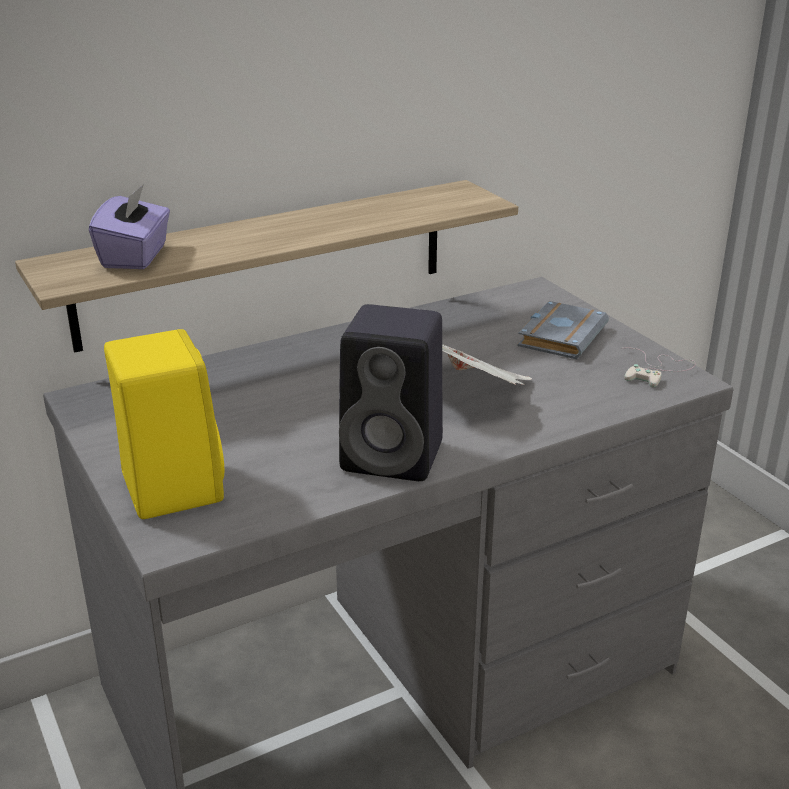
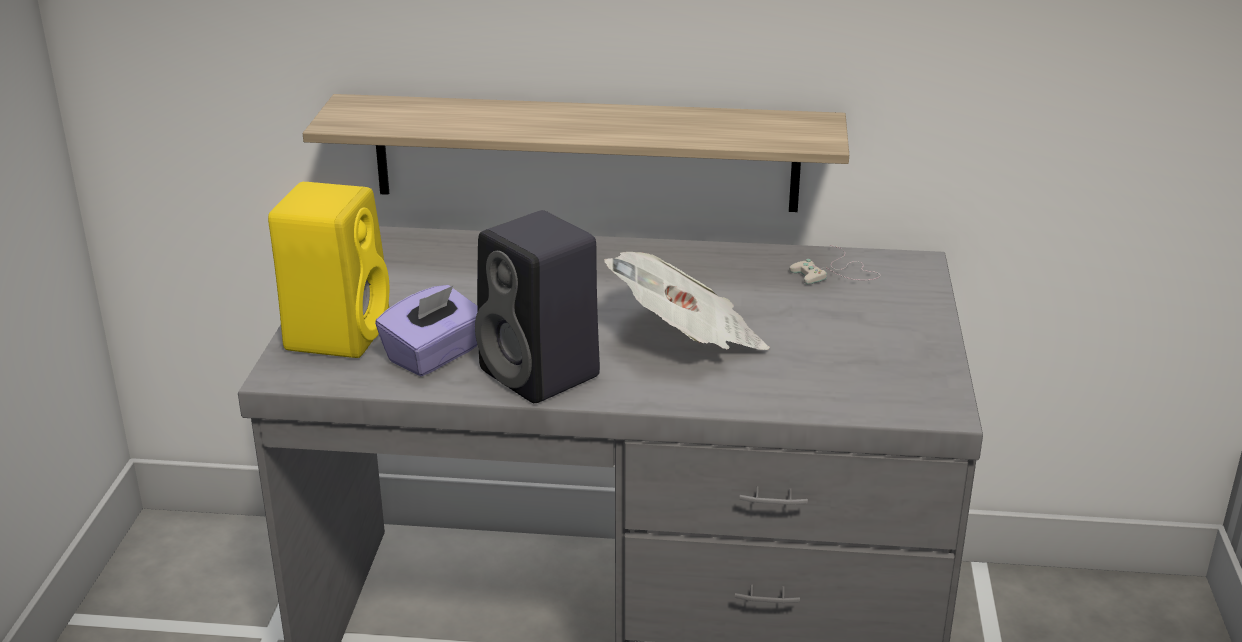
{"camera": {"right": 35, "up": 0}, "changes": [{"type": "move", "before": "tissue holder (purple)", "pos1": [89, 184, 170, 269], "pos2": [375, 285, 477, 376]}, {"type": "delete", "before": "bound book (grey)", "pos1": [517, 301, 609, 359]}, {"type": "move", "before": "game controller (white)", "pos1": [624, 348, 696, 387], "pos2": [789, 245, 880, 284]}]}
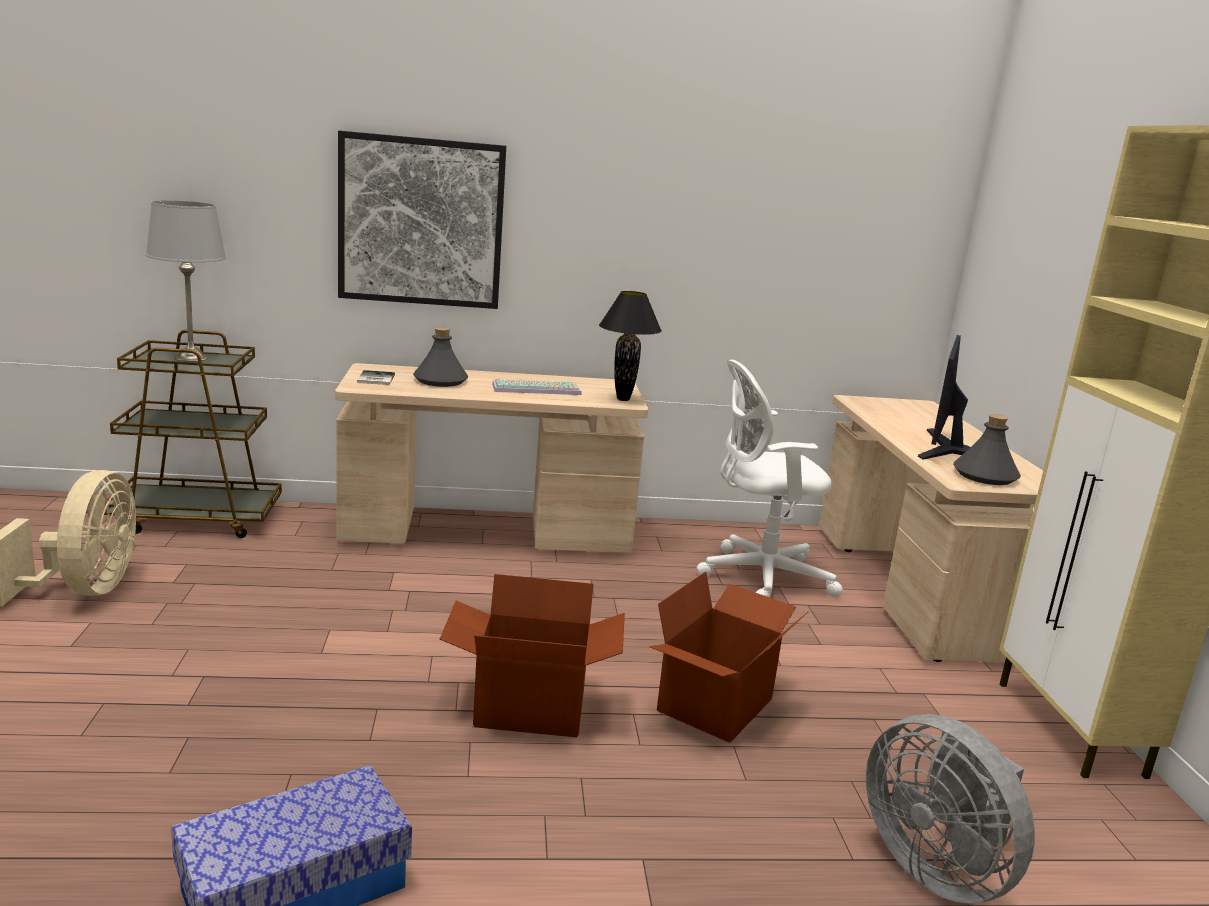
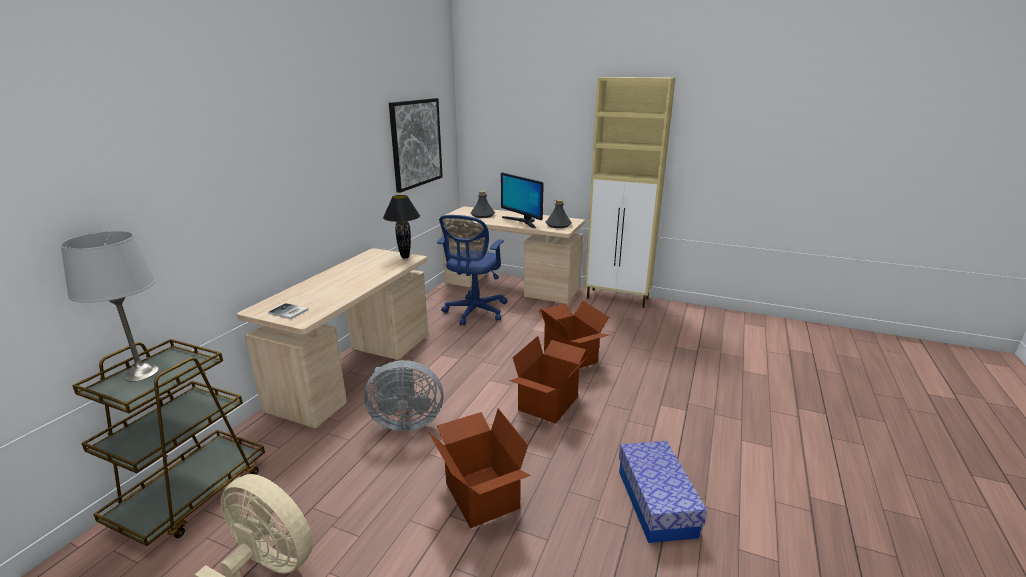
{"camera": {"right": -60, "up": 5}, "changes": [{"type": "move", "before": "picture", "pos1": [338, 131, 506, 309], "pos2": [389, 98, 443, 193]}, {"type": "move", "before": "beverage bottle (grey)", "pos1": [413, 327, 468, 387], "pos2": [471, 191, 495, 218]}, {"type": "delete", "before": "PC keyboard", "pos1": [492, 379, 582, 395]}, {"type": "recolor", "before": "office chair (white)", "after": "office chair (bluish)", "pos1": [697, 360, 843, 597], "pos2": [437, 215, 508, 326]}, {"type": "move", "before": "cooling fan (grey)", "pos1": [866, 714, 1035, 904], "pos2": [364, 360, 443, 431]}, {"type": "insert", "after": "carton", "pos2": [428, 408, 531, 529]}]}
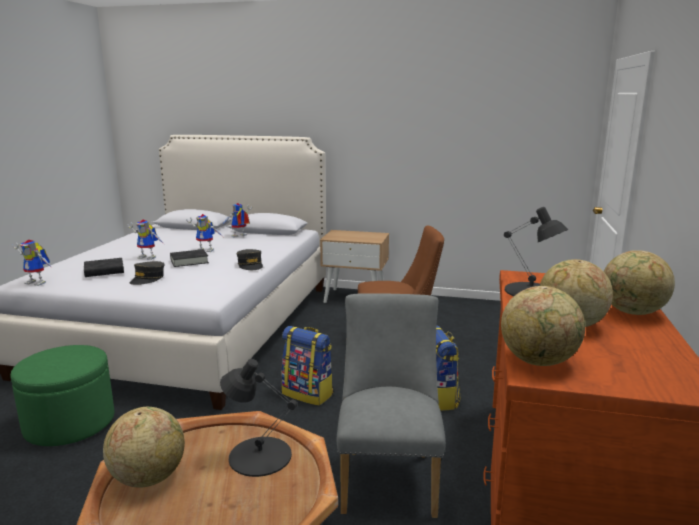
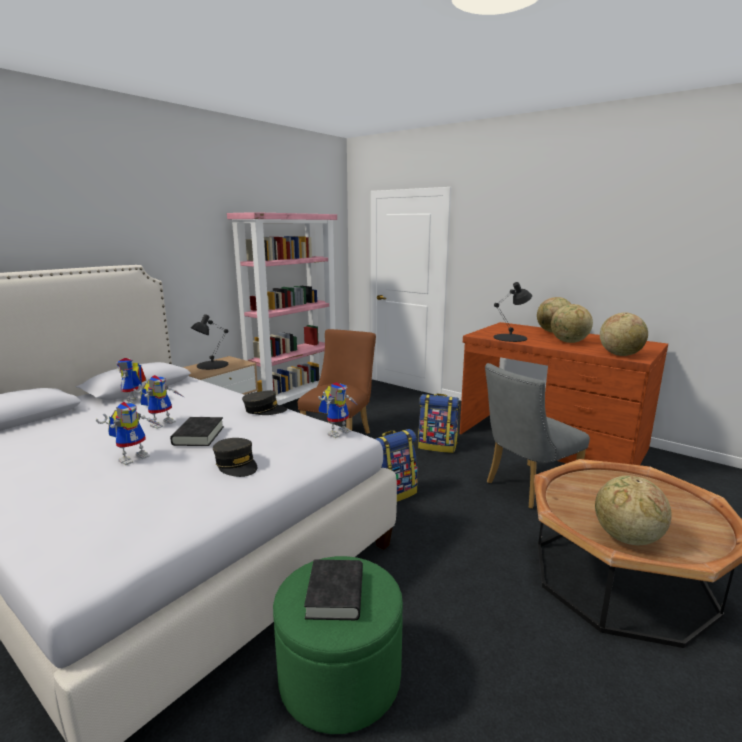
{"camera": {"right": -65, "up": 0}, "changes": [{"type": "move", "before": "model robot", "pos1": [12, 240, 53, 286], "pos2": [319, 382, 358, 438]}, {"type": "move", "before": "bound book (black)", "pos1": [84, 258, 124, 277], "pos2": [304, 560, 363, 620]}, {"type": "move", "before": "tabletop lamp (black)", "pos1": [220, 359, 297, 477], "pos2": [191, 314, 229, 370]}, {"type": "rotate", "before": "chair (grey)", "pos1": [337, 293, 446, 518], "pos2": [485, 363, 590, 509], "turn": -60}, {"type": "insert", "after": "bookcase (pink)", "pos2": [227, 212, 337, 405]}]}
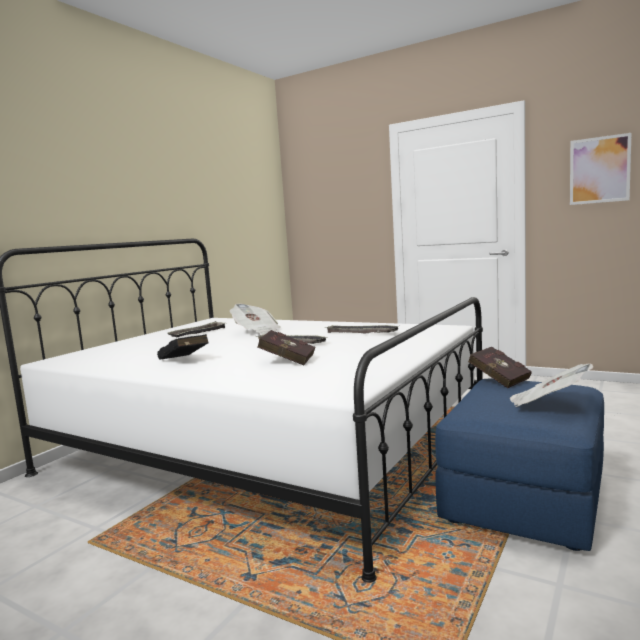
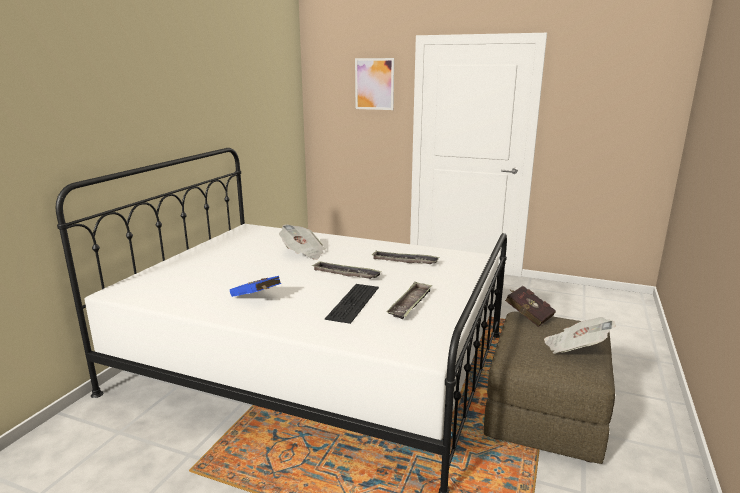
{"camera": {"right": -10, "up": 10}, "changes": [{"type": "recolor", "before": "bound book (black)", "after": "bound book (bluish)", "pos1": [157, 334, 209, 360], "pos2": [230, 276, 281, 297]}, {"type": "move", "before": "tray", "pos1": [168, 321, 225, 337], "pos2": [386, 281, 432, 319]}, {"type": "replace", "before": "bound book (reddish)", "after": "PC keyboard", "pos1": [257, 330, 315, 365], "pos2": [325, 284, 379, 324]}, {"type": "recolor", "before": "ottoman (bluish)", "after": "ottoman (brown)", "pos1": [435, 379, 604, 551], "pos2": [484, 312, 615, 464]}, {"type": "move", "before": "picture", "pos1": [570, 133, 632, 205], "pos2": [355, 58, 394, 110]}]}
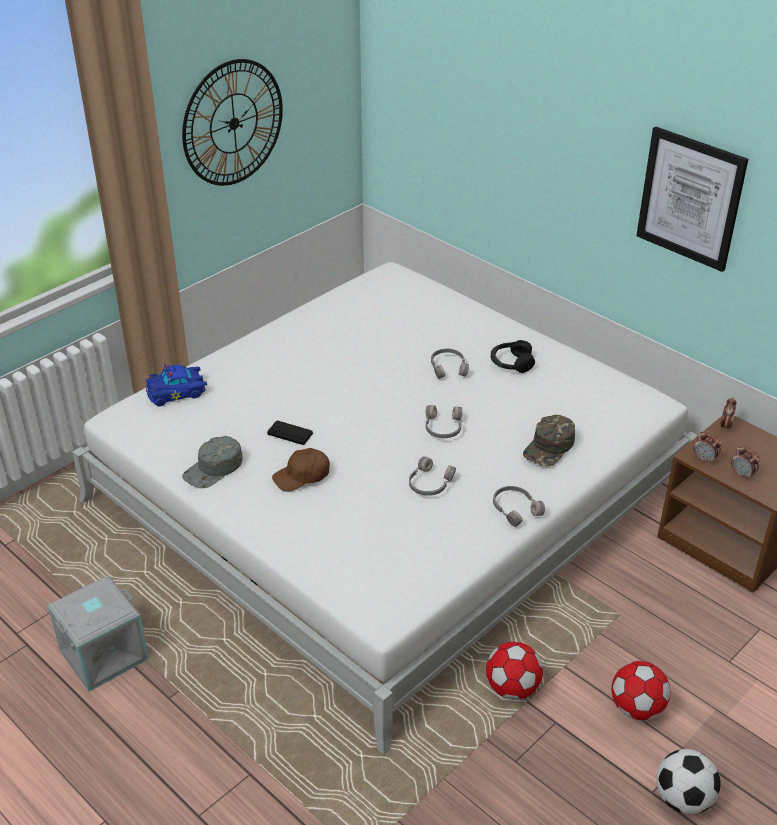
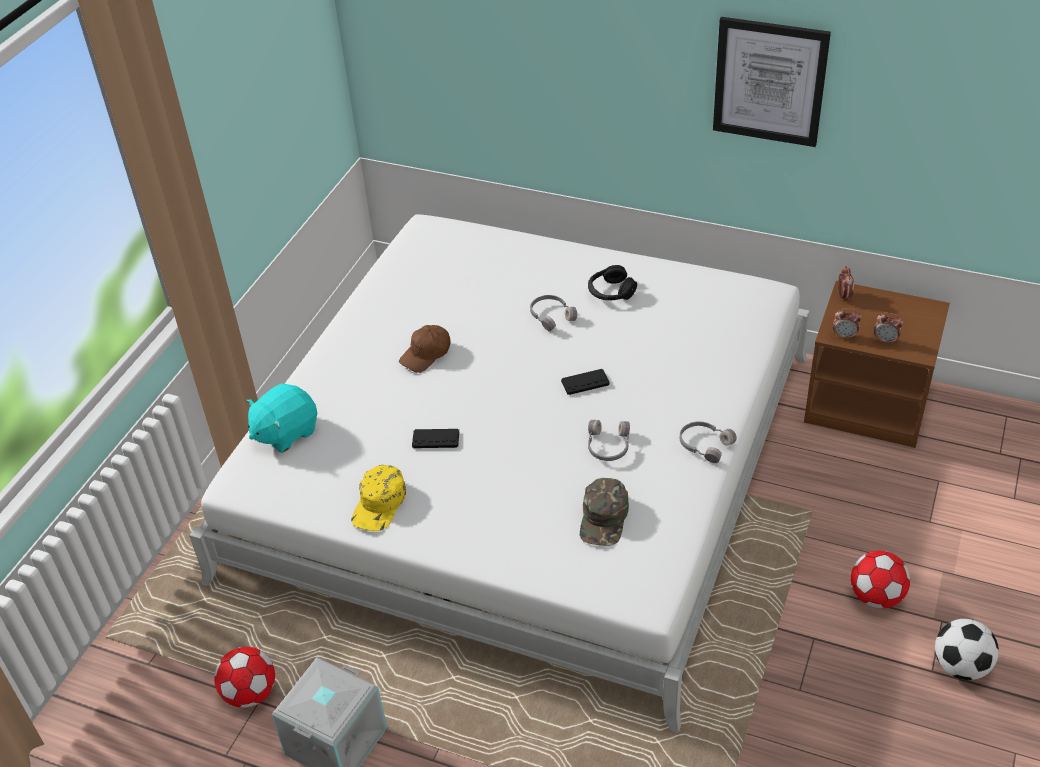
{"camera": {"right": -20, "up": 5}, "changes": [{"type": "replace", "before": "miniature car (bluish)", "after": "plush toy (turquoise)", "pos1": [145, 364, 207, 407], "pos2": [246, 383, 317, 453]}, {"type": "delete", "before": "wall clock", "pos1": [182, 59, 283, 186]}, {"type": "recolor", "before": "baseball cap (grey)", "after": "baseball cap (yellow)", "pos1": [182, 436, 242, 488], "pos2": [351, 465, 406, 531]}, {"type": "move", "before": "baseball cap (brown)", "pos1": [272, 448, 330, 492], "pos2": [399, 325, 451, 373]}, {"type": "replace", "before": "headphones (grey)", "after": "game controller (black)", "pos1": [426, 405, 463, 438], "pos2": [561, 369, 610, 395]}, {"type": "move", "before": "football ball", "pos1": [486, 642, 543, 700], "pos2": [214, 647, 275, 708]}, {"type": "move", "before": "baseball cap (green-coloured)", "pos1": [523, 415, 575, 466], "pos2": [580, 478, 629, 546]}]}
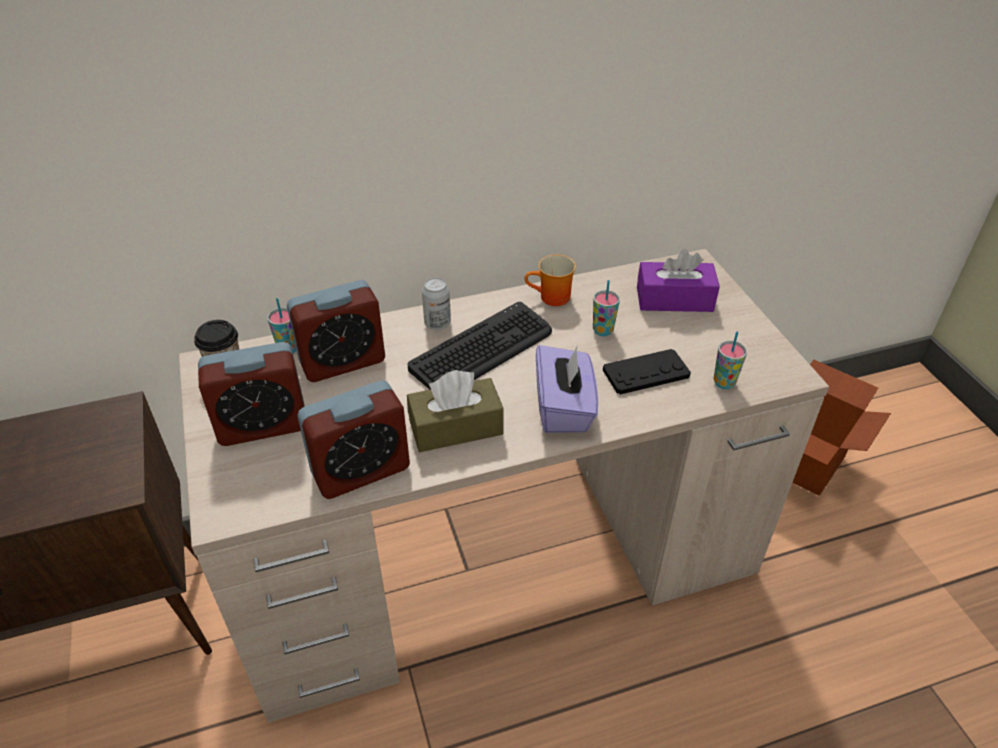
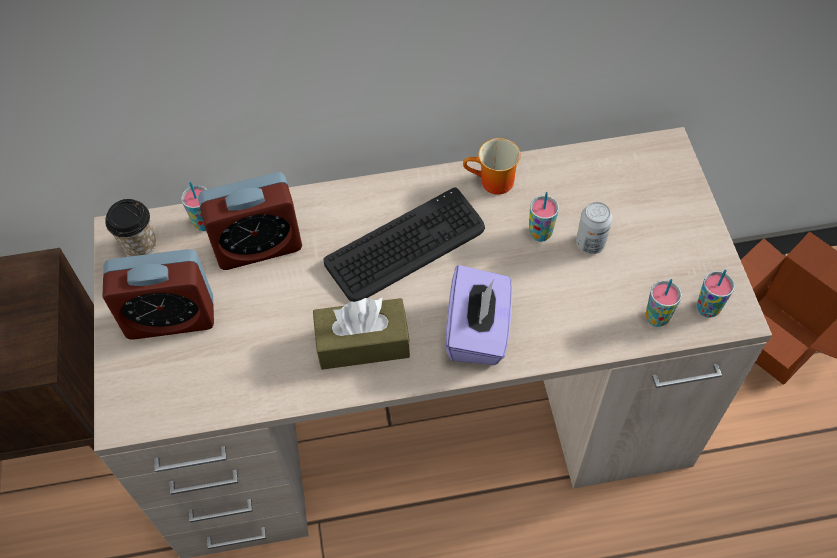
{"camera": {"right": 10, "up": 15}, "changes": [{"type": "delete", "before": "bedside clock", "pos1": [297, 381, 410, 499]}, {"type": "move", "before": "metal can", "pos1": [422, 278, 451, 330], "pos2": [576, 202, 612, 254]}, {"type": "delete", "before": "game controller (black)", "pos1": [603, 349, 691, 395]}, {"type": "delete", "before": "tissue holder (purple)", "pos1": [637, 249, 720, 312]}, {"type": "insert", "after": "drinking cup", "pos2": [697, 270, 735, 318]}]}
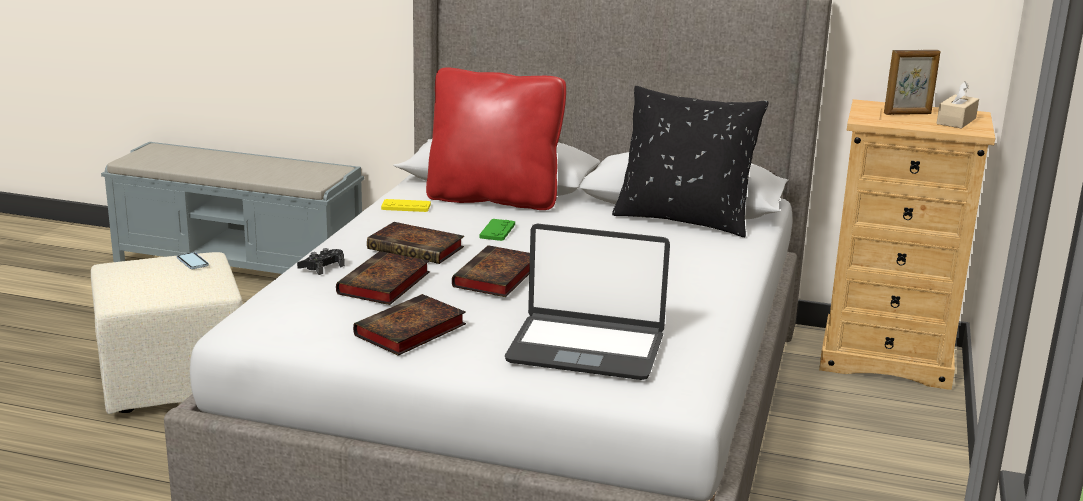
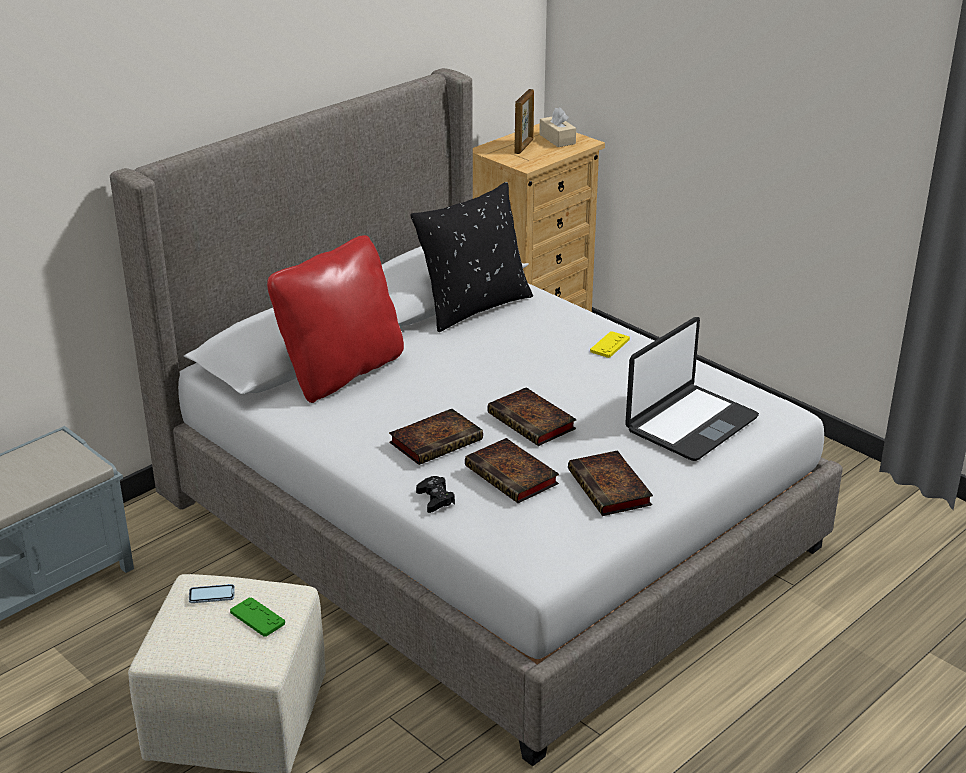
{"camera": {"right": -60, "up": 10}, "changes": [{"type": "move", "before": "game controller (yellow)", "pos1": [381, 199, 431, 212], "pos2": [590, 331, 630, 358]}, {"type": "move", "before": "game controller (green-coloured)", "pos1": [479, 219, 515, 241], "pos2": [230, 597, 285, 637]}]}
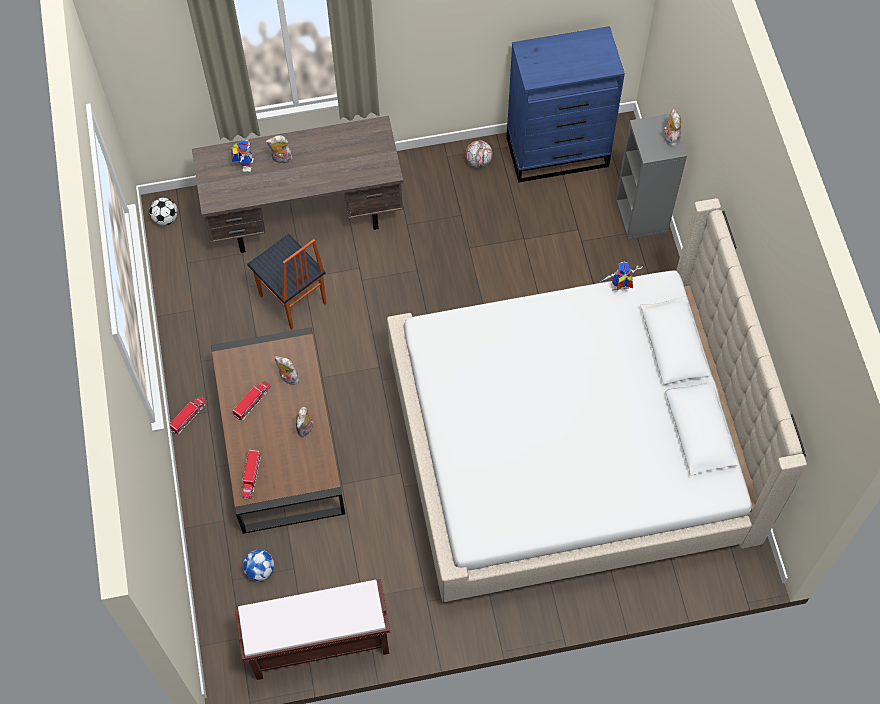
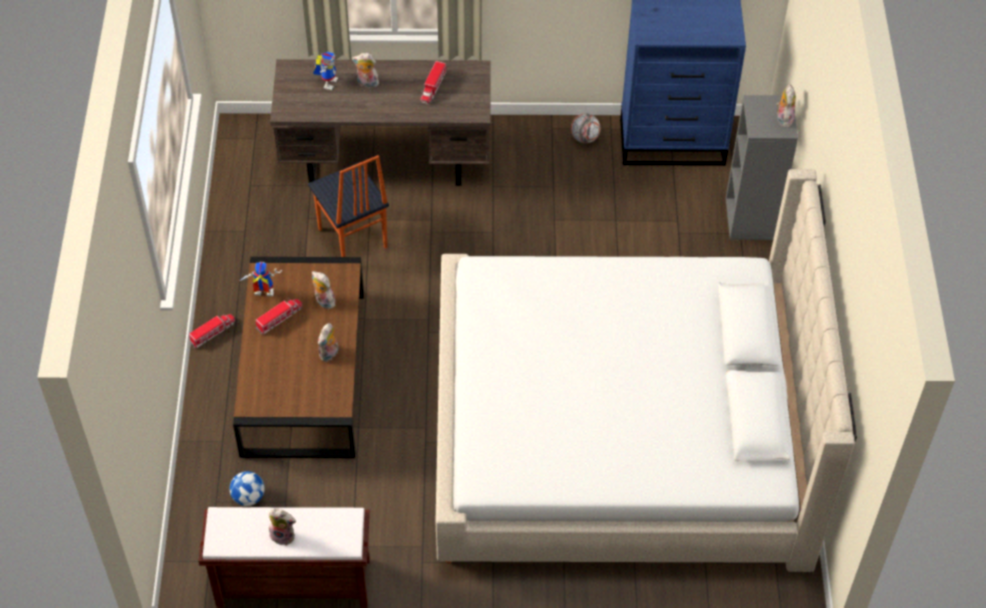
{"camera": {"right": 10, "up": -10}, "changes": [{"type": "delete", "before": "football ball", "pos1": [150, 198, 178, 225]}, {"type": "move", "before": "toy lorry", "pos1": [241, 450, 261, 499], "pos2": [420, 61, 446, 104]}, {"type": "move", "before": "model robot", "pos1": [600, 261, 643, 291], "pos2": [239, 262, 282, 296]}, {"type": "insert", "after": "plush toy", "pos2": [268, 508, 296, 545]}]}
